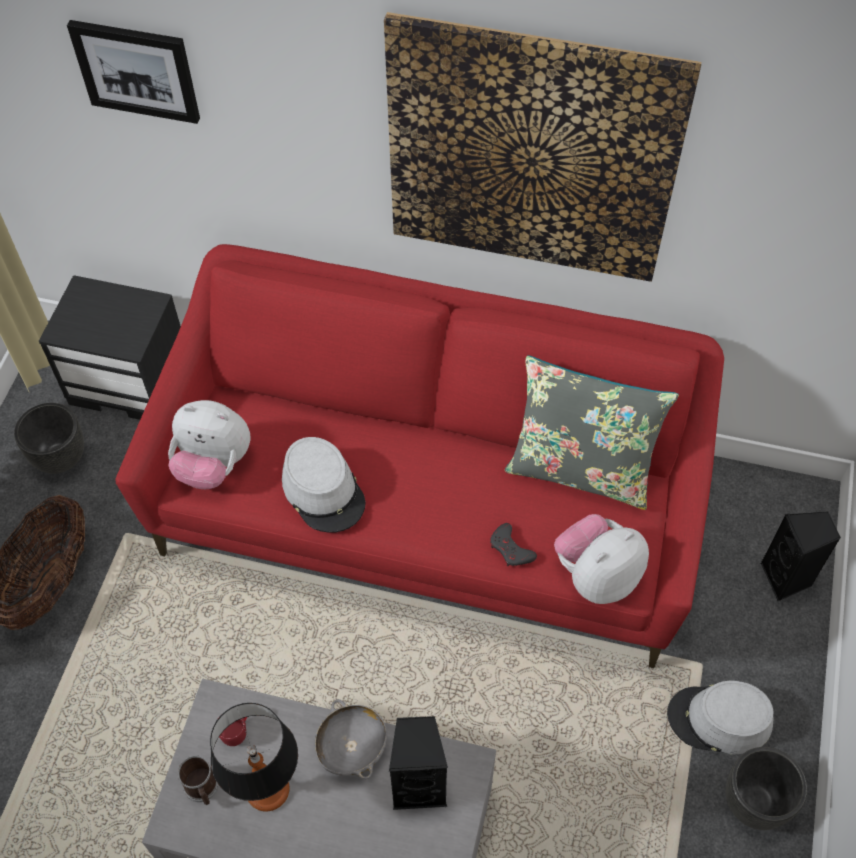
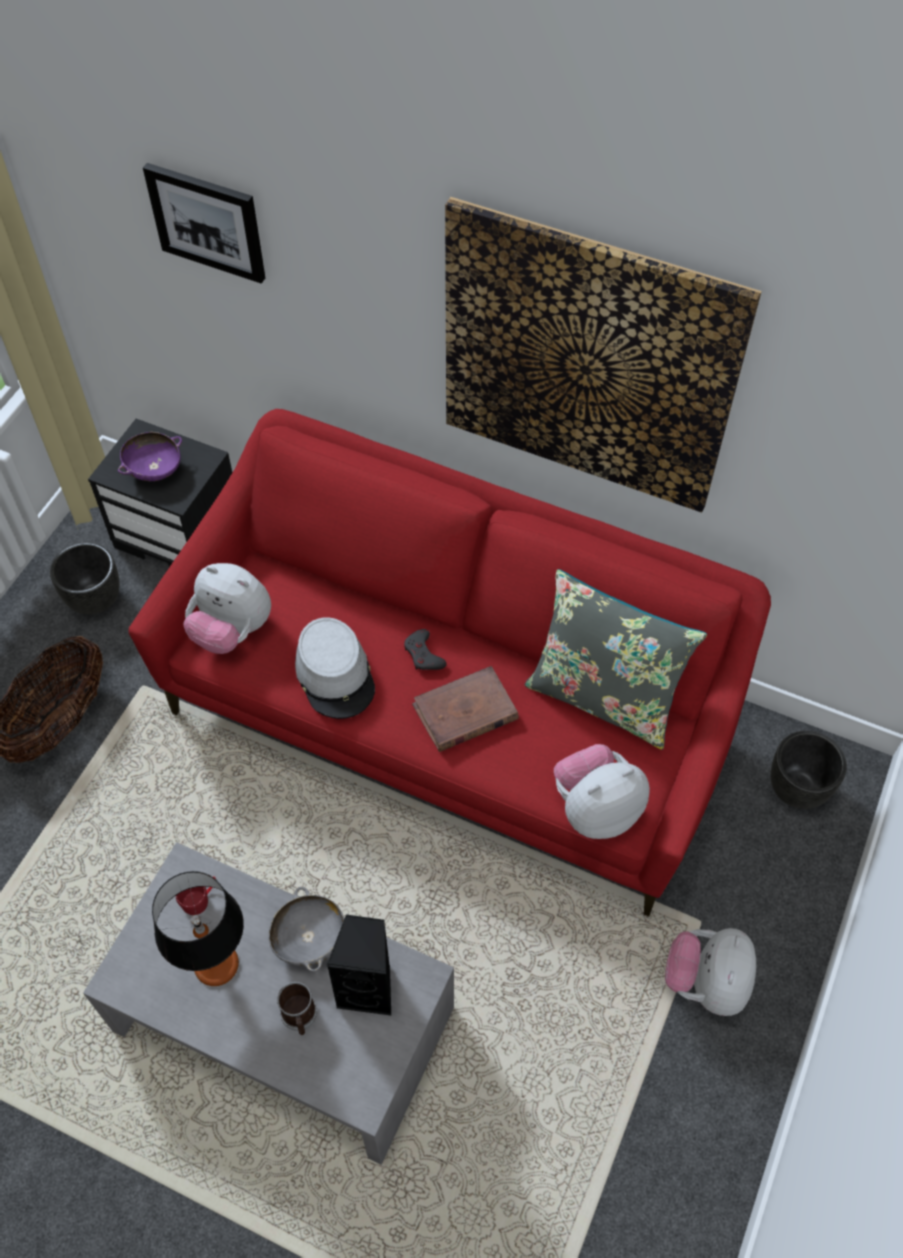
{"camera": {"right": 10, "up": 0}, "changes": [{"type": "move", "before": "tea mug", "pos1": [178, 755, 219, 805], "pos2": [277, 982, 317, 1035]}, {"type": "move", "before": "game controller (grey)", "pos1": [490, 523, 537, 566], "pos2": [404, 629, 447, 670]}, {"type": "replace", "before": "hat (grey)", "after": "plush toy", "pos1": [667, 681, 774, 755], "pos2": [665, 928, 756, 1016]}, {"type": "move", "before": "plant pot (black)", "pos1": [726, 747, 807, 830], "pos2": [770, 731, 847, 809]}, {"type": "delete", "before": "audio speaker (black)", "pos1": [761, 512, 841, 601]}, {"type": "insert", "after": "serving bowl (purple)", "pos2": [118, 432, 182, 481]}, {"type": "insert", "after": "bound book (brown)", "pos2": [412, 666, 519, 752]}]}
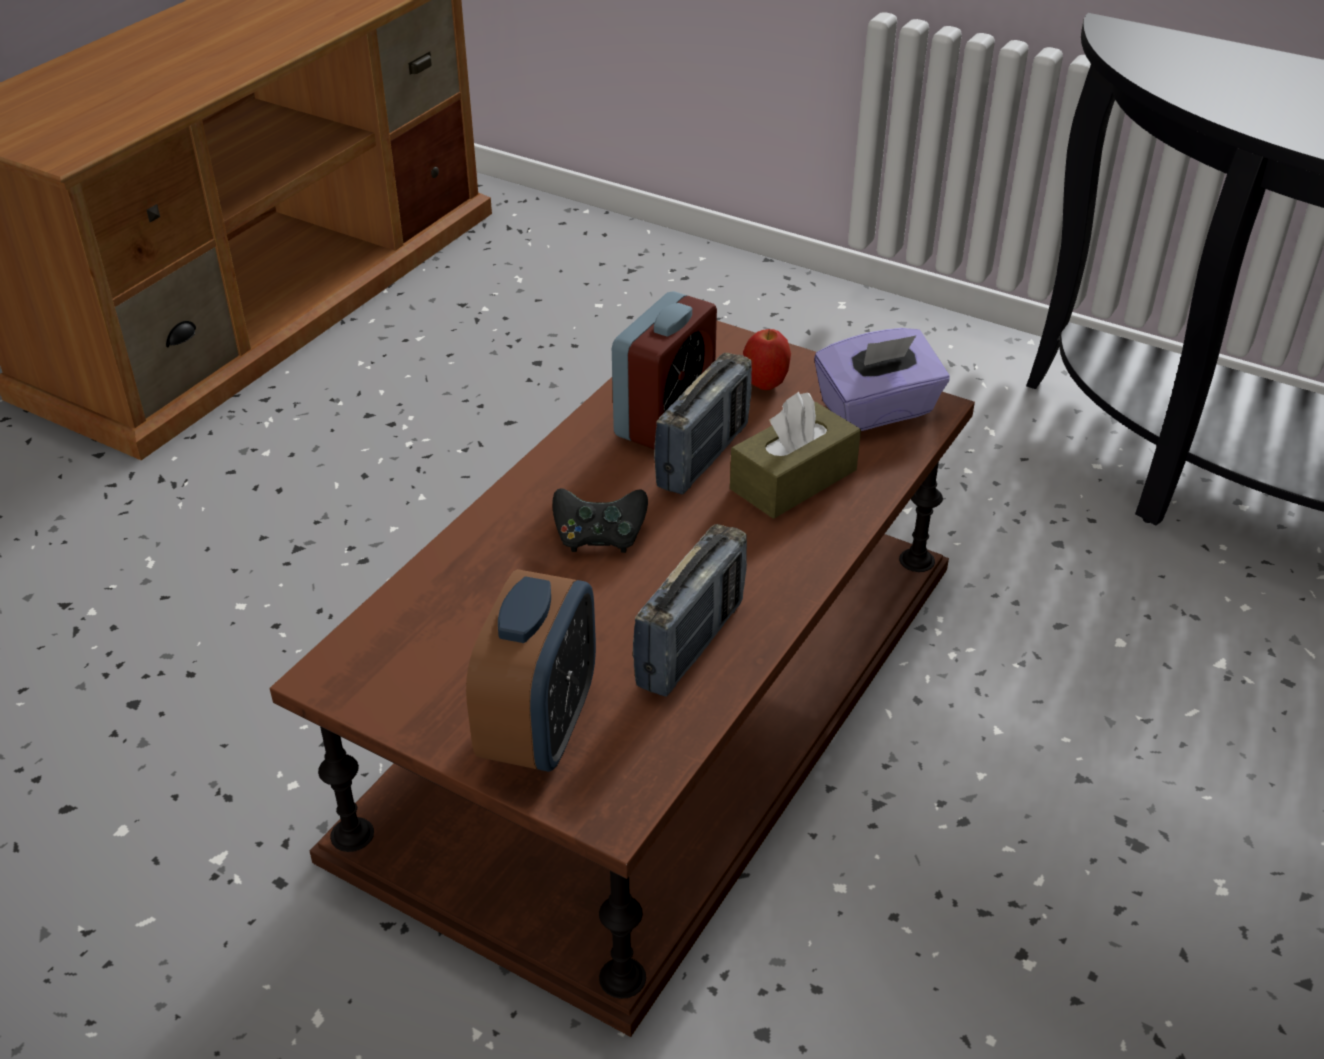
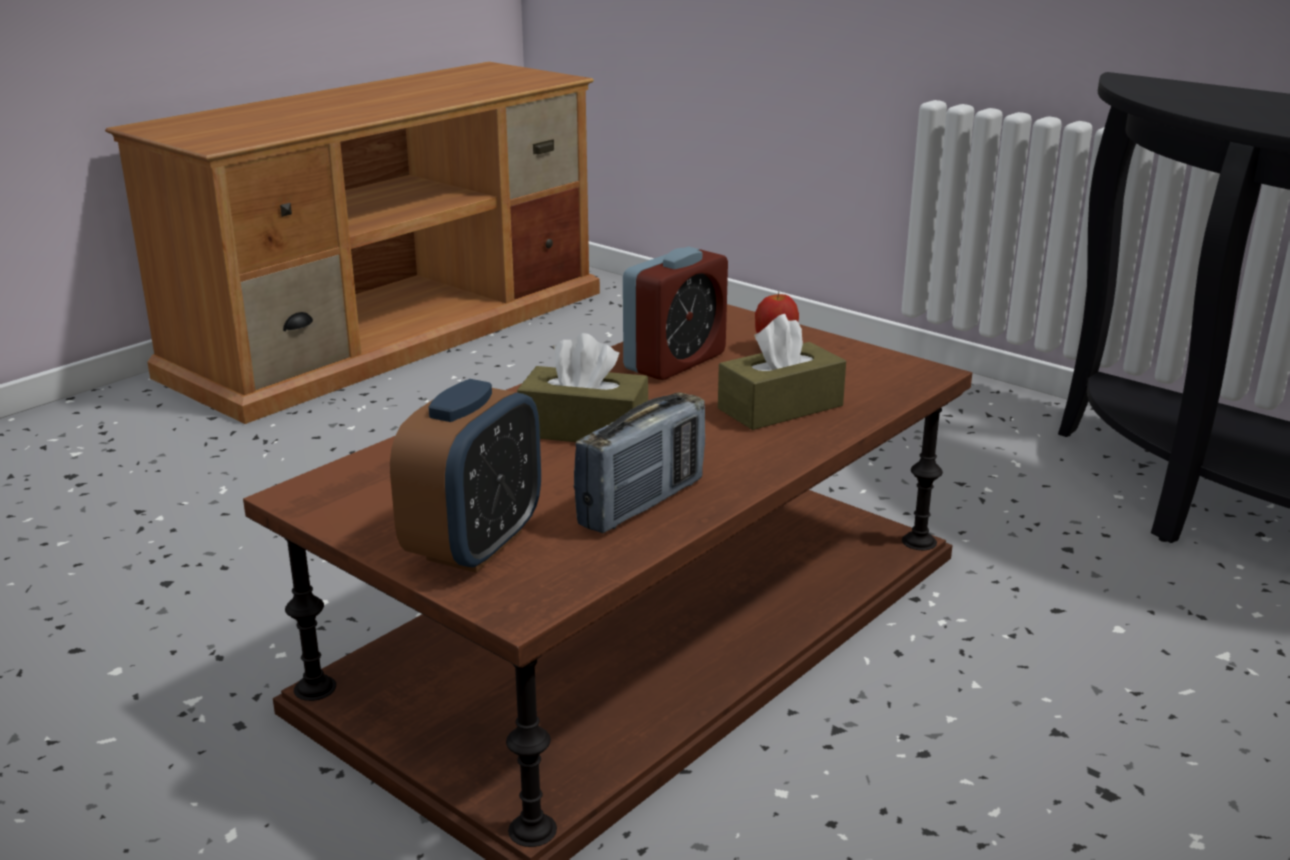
{"camera": {"right": 10, "up": -15}, "changes": [{"type": "replace", "before": "game controller (black)", "after": "tissue holder (brown)", "pos1": [552, 488, 648, 553], "pos2": [517, 333, 648, 442]}, {"type": "delete", "before": "radio", "pos1": [654, 353, 752, 495]}, {"type": "delete", "before": "tissue holder (purple)", "pos1": [814, 328, 950, 431]}]}
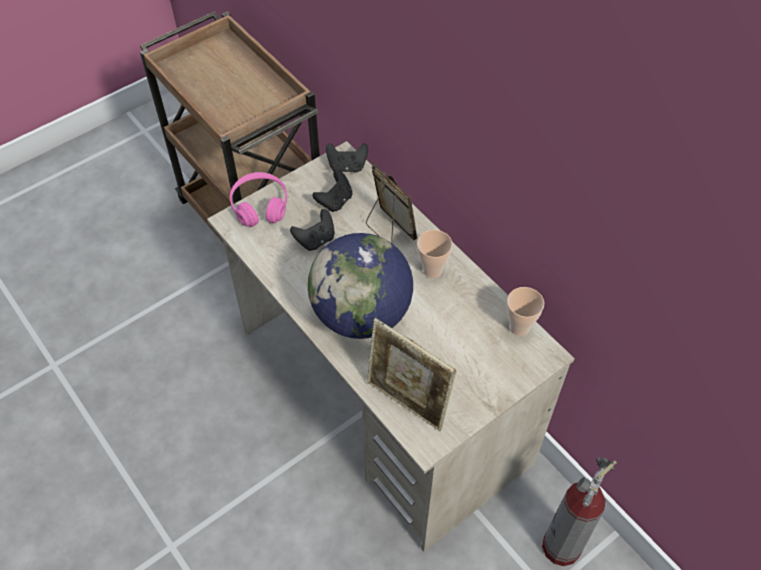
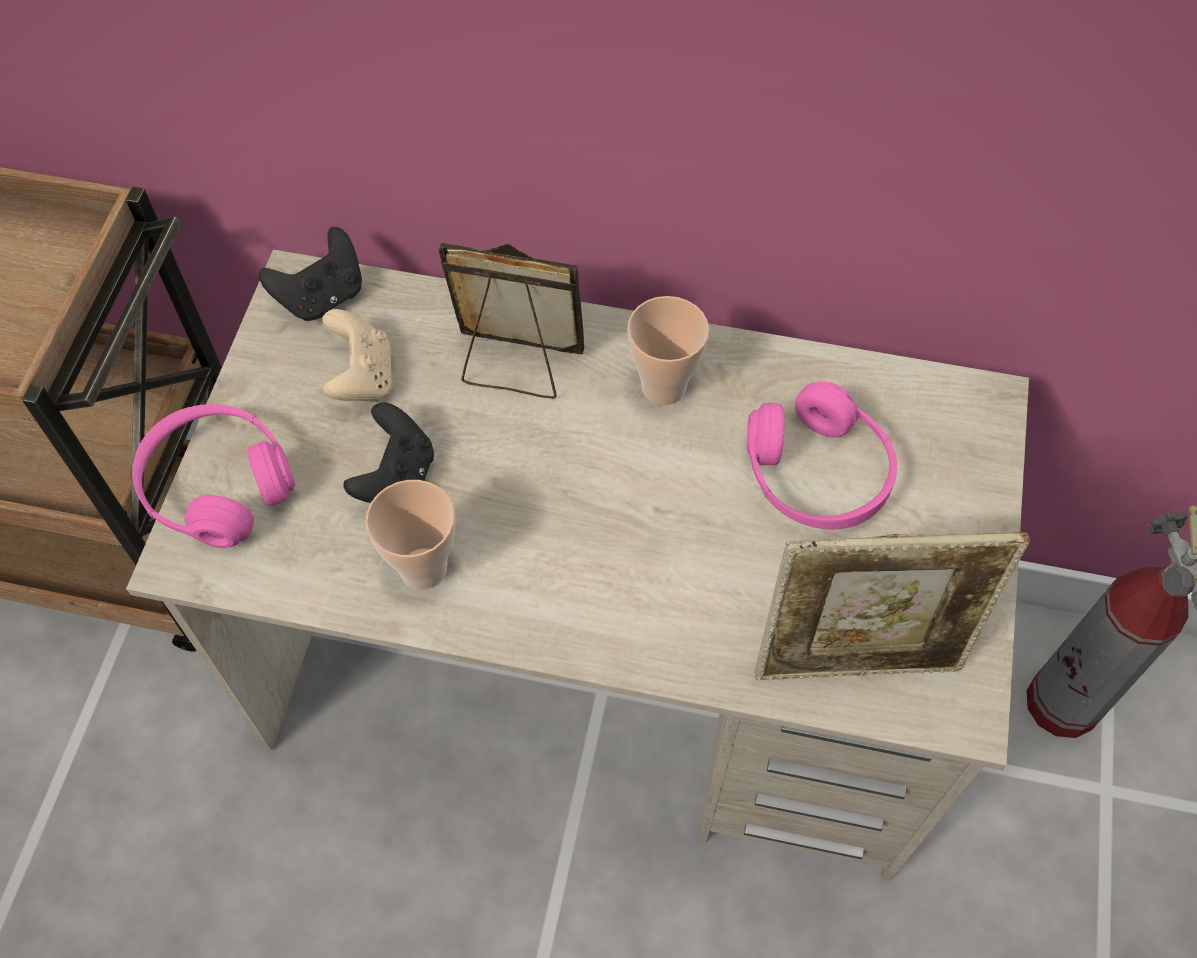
{"camera": {"right": -40, "up": 5}, "changes": [{"type": "delete", "before": "globe", "pos1": [308, 233, 413, 339]}, {"type": "recolor", "before": "game controller (black)", "after": "game controller (beige-coloured)", "pos1": [312, 170, 352, 212], "pos2": [322, 309, 393, 402]}, {"type": "move", "before": "drinking cup", "pos1": [507, 287, 544, 336], "pos2": [365, 480, 455, 590]}, {"type": "insert", "after": "headphones (pink)", "pos2": [747, 382, 897, 530]}]}
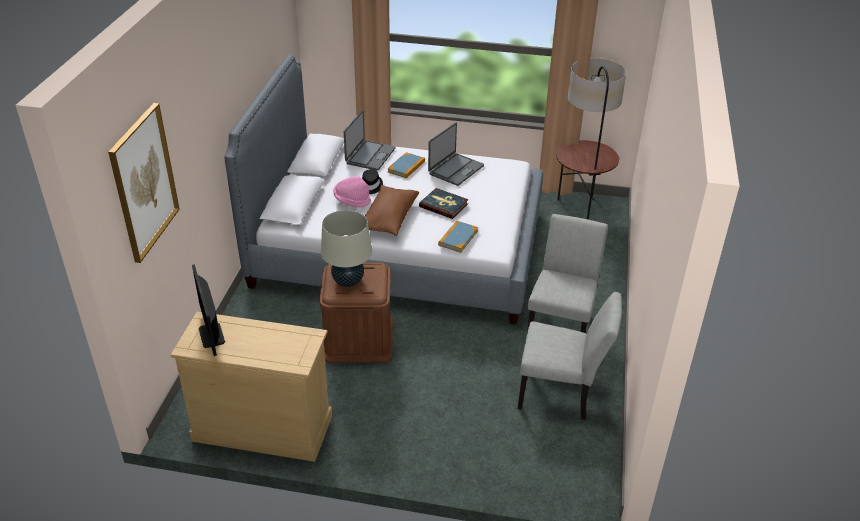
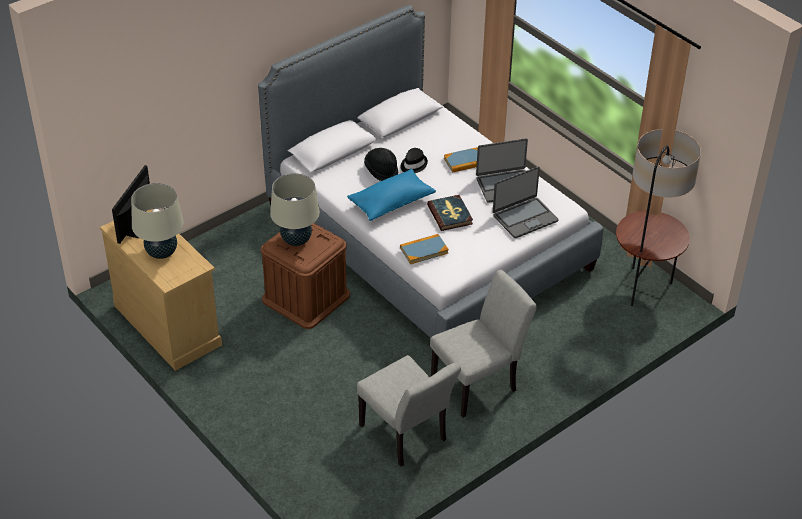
{"camera": {"right": 40, "up": 5}, "changes": [{"type": "delete", "before": "picture", "pos1": [108, 103, 180, 263]}, {"type": "recolor", "before": "hat (pink)", "after": "hat (black)", "pos1": [333, 176, 371, 207], "pos2": [364, 148, 398, 181]}, {"type": "move", "before": "laptop", "pos1": [344, 110, 395, 171], "pos2": [493, 166, 558, 238]}, {"type": "recolor", "before": "pillow (brown)", "after": "pillow (bluish)", "pos1": [365, 185, 419, 236], "pos2": [347, 169, 436, 221]}, {"type": "insert", "after": "tabletop lamp (beige-coloured)", "pos2": [131, 183, 184, 259]}]}
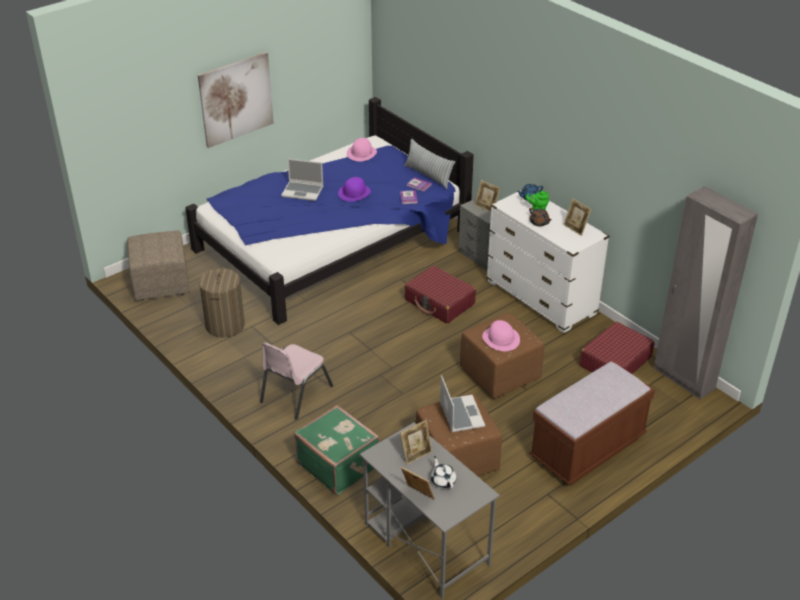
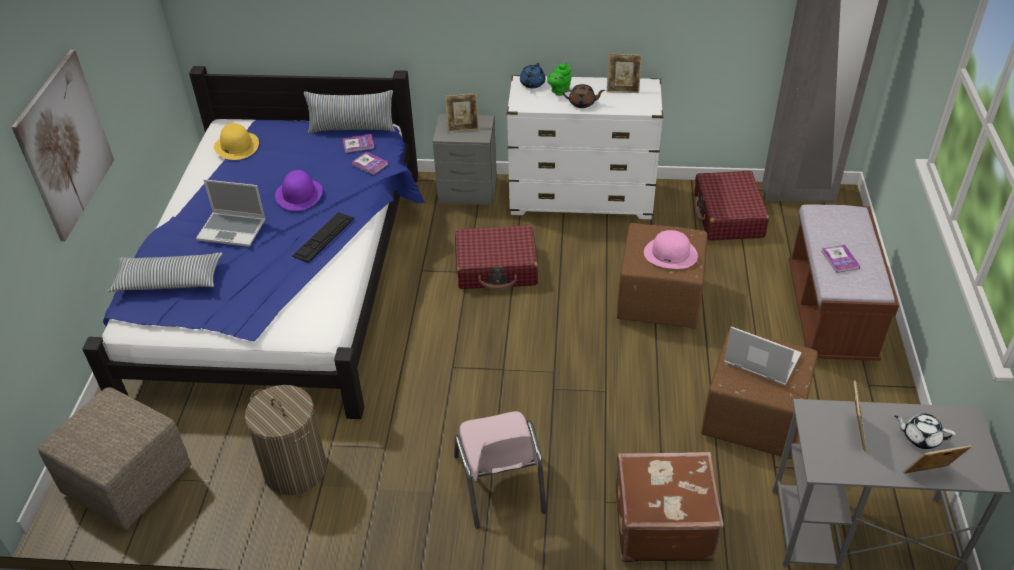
{"camera": {"right": -45, "up": 5}, "changes": [{"type": "rotate", "before": "laptop", "pos1": [281, 159, 323, 201], "pos2": [196, 179, 266, 247], "turn": 45}, {"type": "recolor", "before": "travel case (green-coloured)", "after": "travel case (brown)", "pos1": [294, 405, 380, 495], "pos2": [615, 452, 724, 562]}, {"type": "recolor", "before": "hat (pink)", "after": "hat (yellow)", "pos1": [347, 138, 377, 161], "pos2": [214, 123, 259, 160]}, {"type": "insert", "after": "pillow", "pos2": [107, 253, 223, 292]}, {"type": "insert", "after": "PC keyboard", "pos2": [292, 212, 354, 263]}, {"type": "insert", "after": "bound book", "pos2": [821, 245, 860, 273]}]}
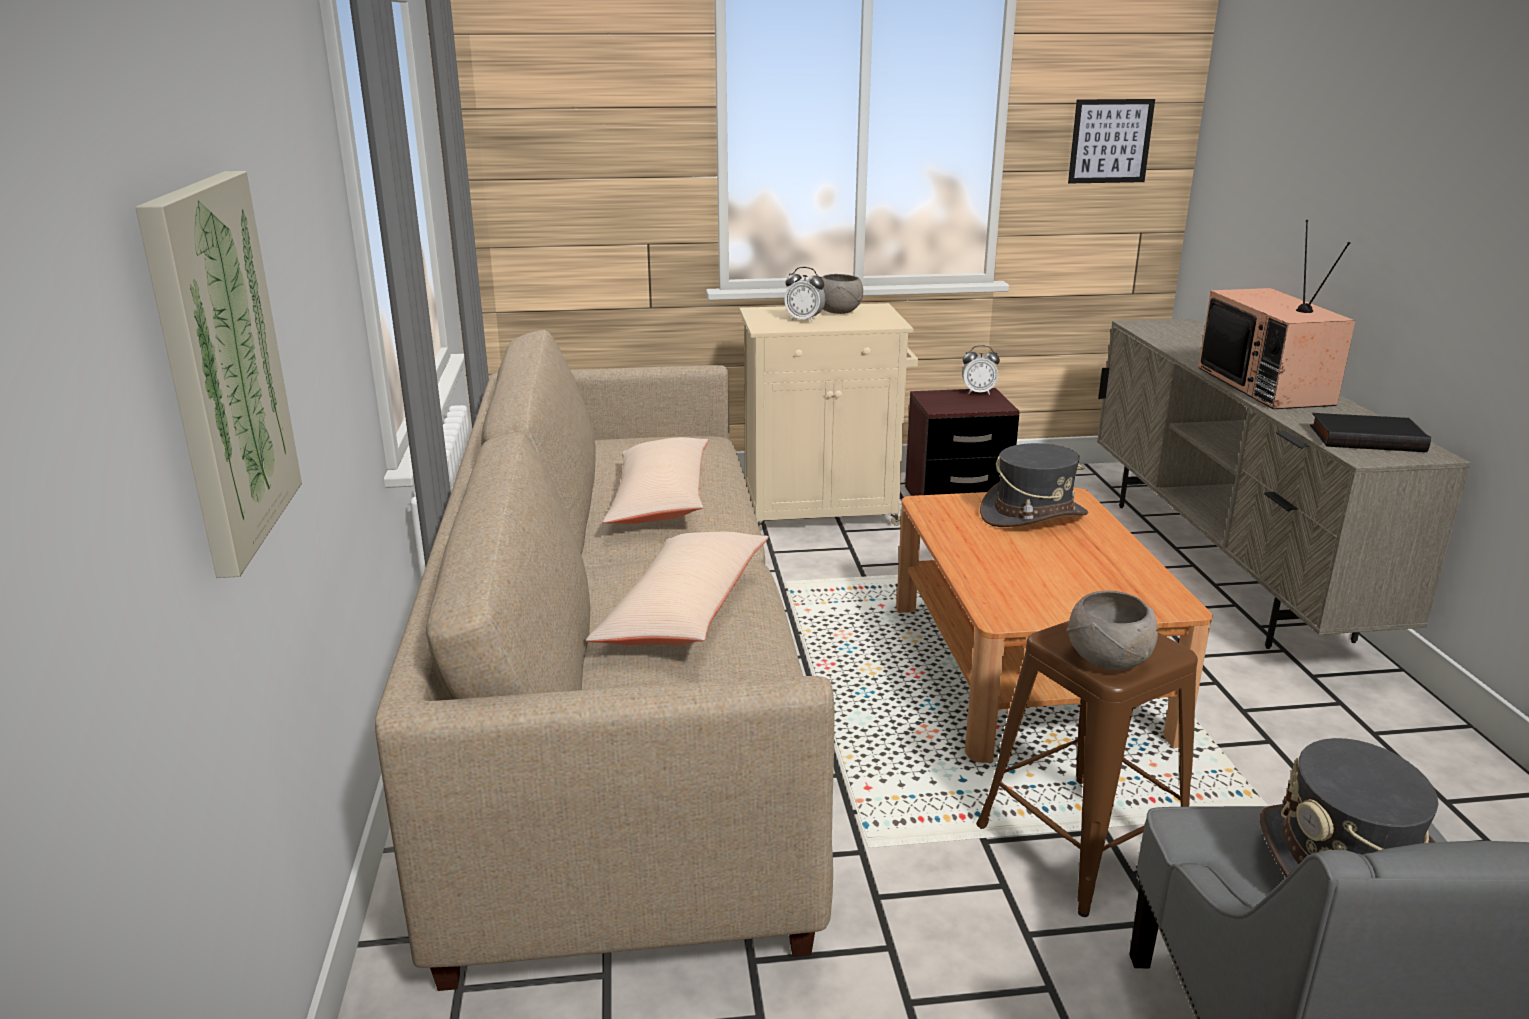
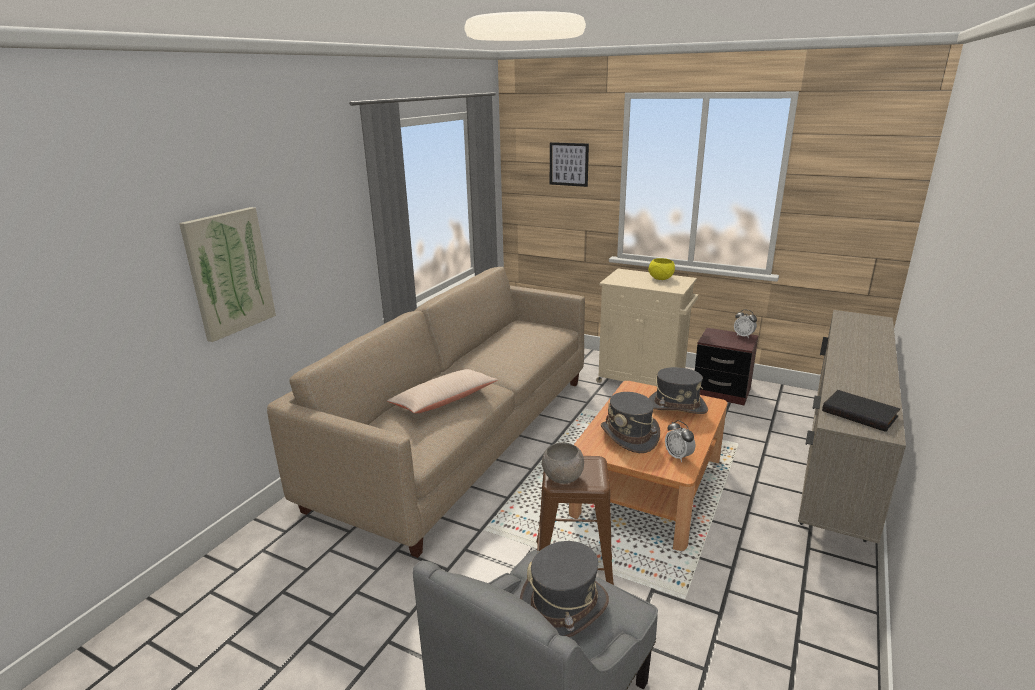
{"camera": {"right": 35, "up": 0}, "changes": [{"type": "delete", "before": "pillow (beige-coloured)", "pos1": [603, 437, 708, 524]}, {"type": "move", "before": "bedside clock", "pos1": [784, 267, 825, 323], "pos2": [665, 420, 696, 462]}, {"type": "recolor", "before": "serving bowl (grey)", "after": "serving bowl (yellow)", "pos1": [821, 274, 863, 314], "pos2": [648, 258, 675, 280]}, {"type": "move", "before": "picture", "pos1": [1068, 99, 1155, 183], "pos2": [550, 142, 589, 187]}, {"type": "delete", "before": "TV", "pos1": [1198, 220, 1355, 409]}, {"type": "insert", "after": "hat (grey)", "pos2": [601, 392, 660, 453]}]}
